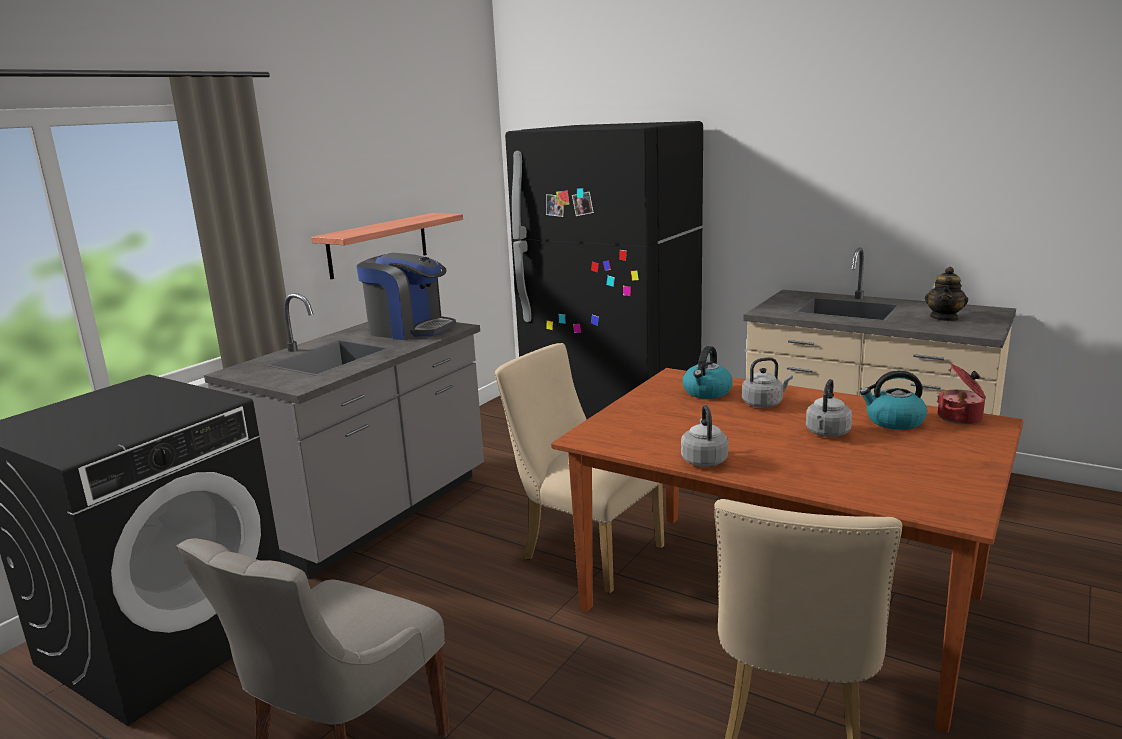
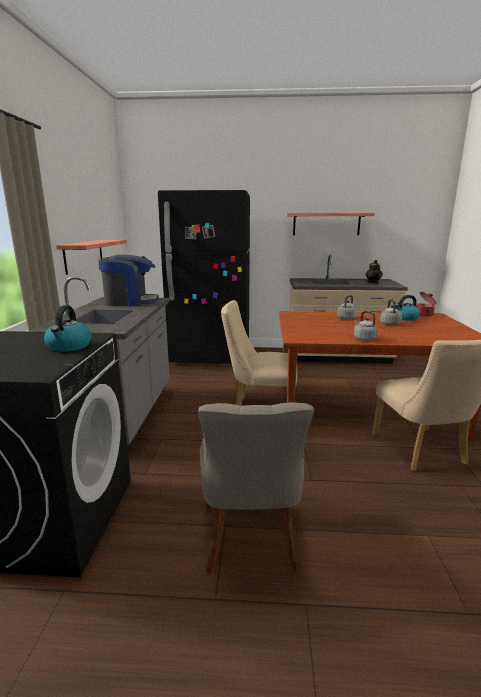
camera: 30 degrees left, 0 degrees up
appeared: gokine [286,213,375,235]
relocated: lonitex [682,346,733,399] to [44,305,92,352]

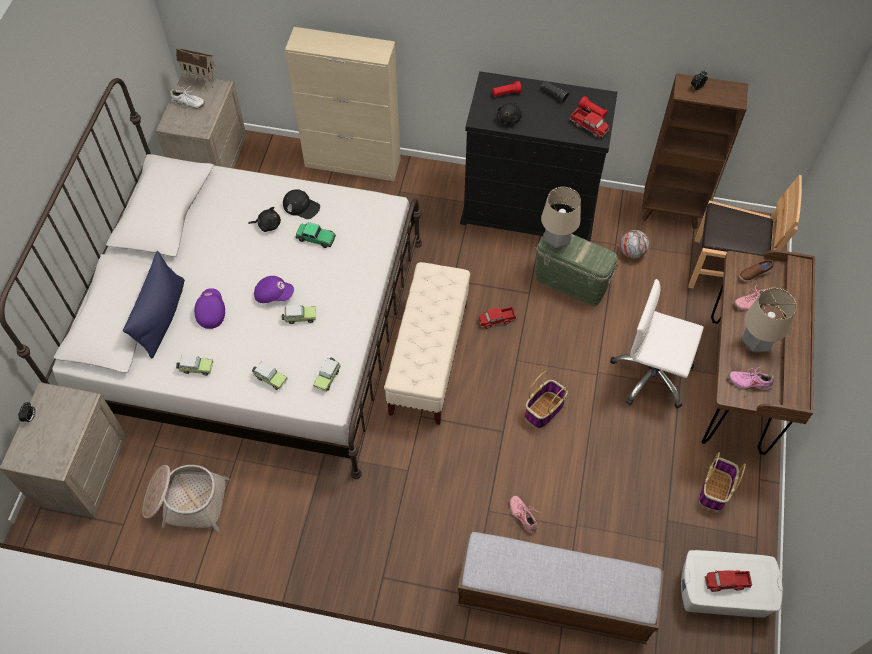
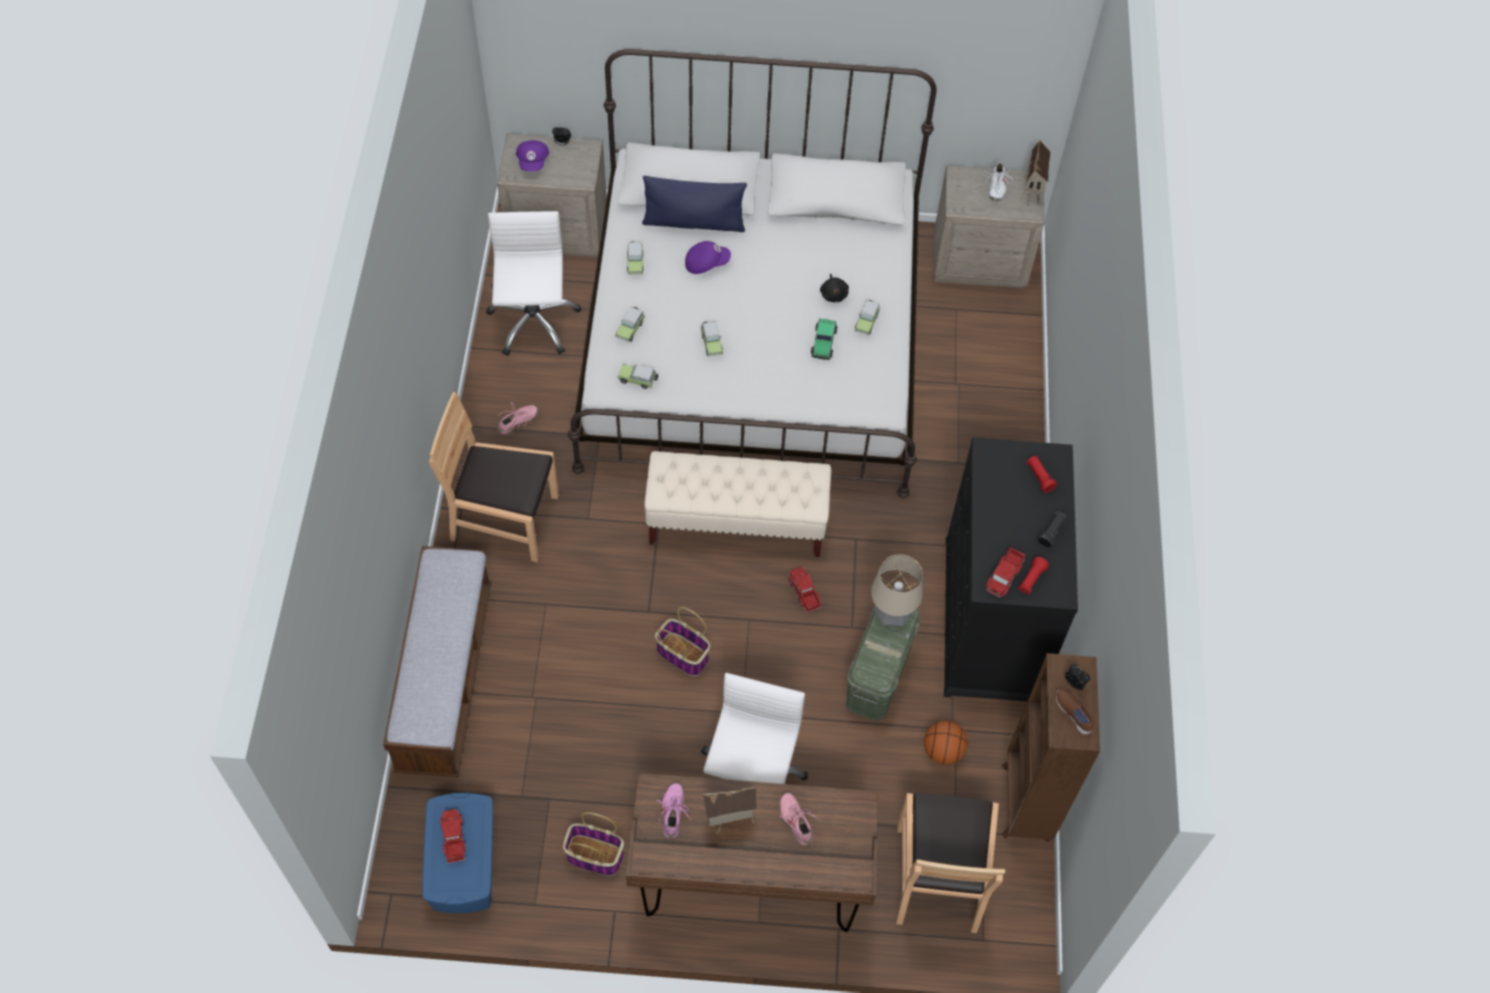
camera: 80 degrees right, 0 degrees up
missing: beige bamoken [285,27,401,181]; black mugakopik [497,102,522,125]
appeared: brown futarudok [429,392,559,562]
relocated: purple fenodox [254,276,294,303] to [516,140,549,172]; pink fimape [510,495,541,533] to [497,401,538,435]; brown fimape [739,260,774,282] to [1056,689,1093,734]
exchanged: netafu [142,465,229,532] to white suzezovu [486,211,581,356]; black fenodox [283,190,320,219] to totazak [855,300,880,335]; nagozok [620,230,649,259] to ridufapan [924,721,968,765]; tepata [741,288,797,353] to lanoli [703,787,757,834]
colour: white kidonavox [681,550,783,618] to blue kidonavox [422,793,493,913]

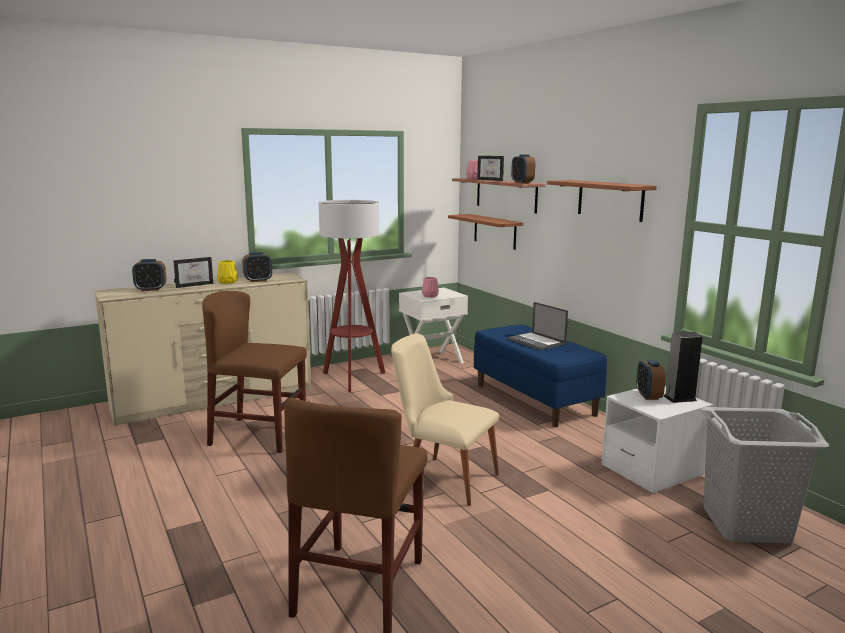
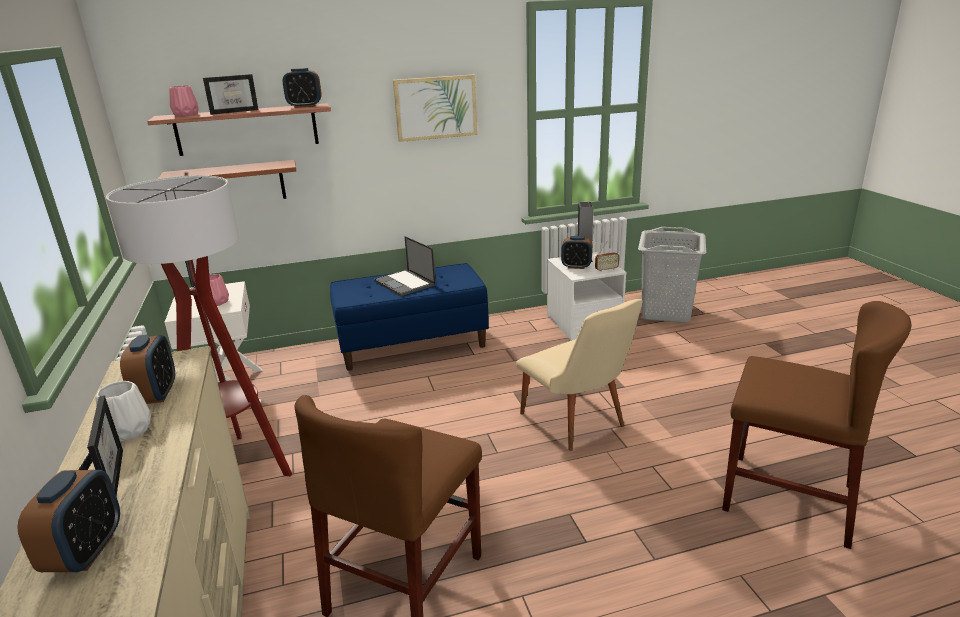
camera: 75 degrees left, 10 degrees up
appeared: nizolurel [595,242,619,272]
exchanged: gokine [547,180,657,222] to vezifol [393,75,478,142]
colour: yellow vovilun [217,260,238,284] to white vovilun [96,381,151,442]
spun: beige futarudok [391,333,499,506] = [516,299,643,451] 75 degrees counterclockwise; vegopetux [507,302,568,351] = [374,236,436,296] 75 degrees clockwise

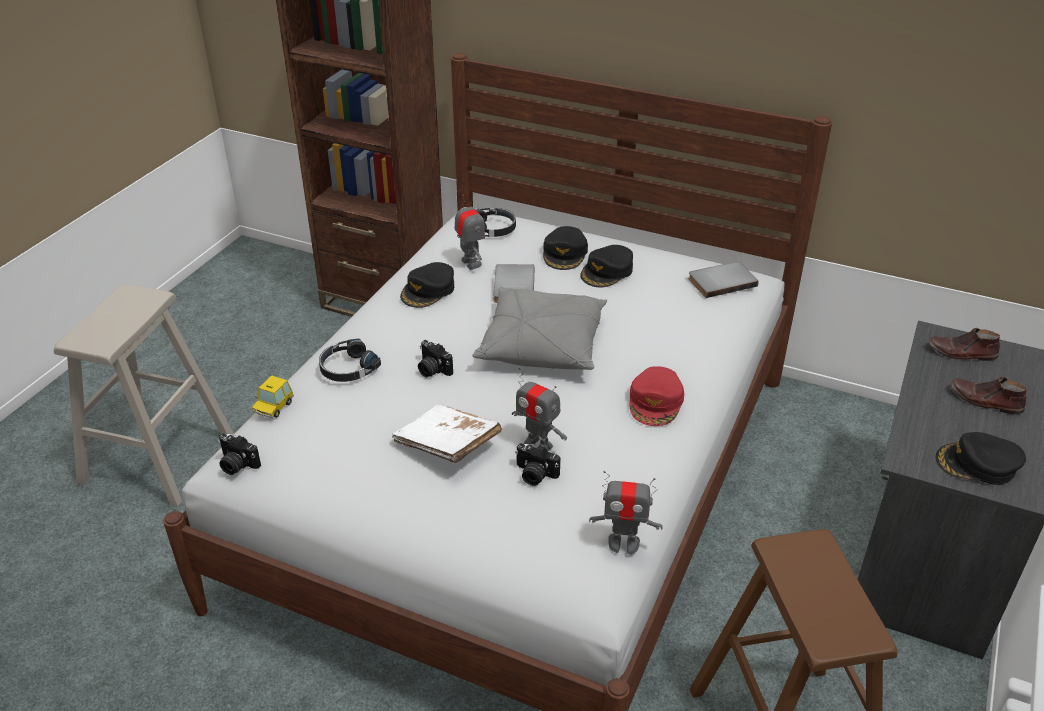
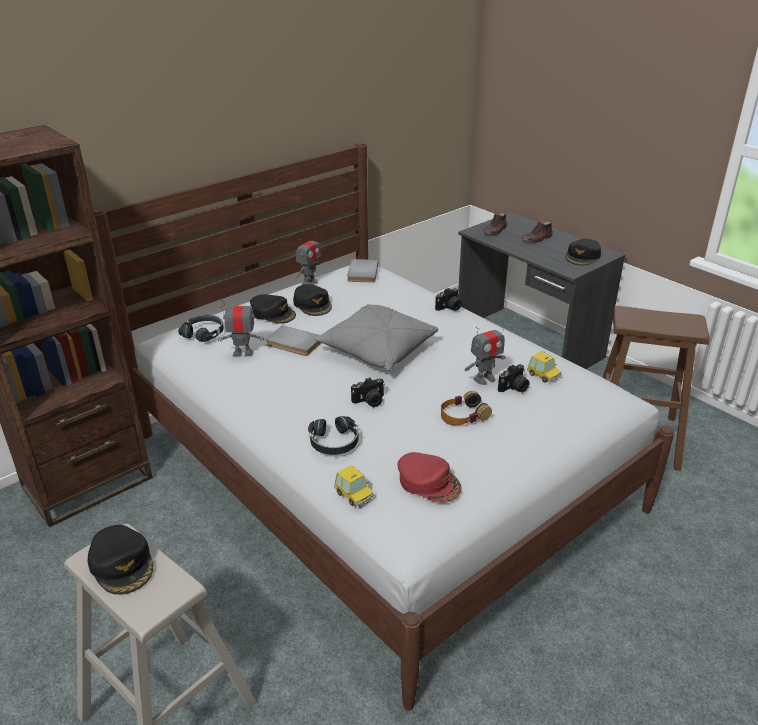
camera: 65 degrees left, 5 degrees down
appeared: totazak [527,351,561,383]
relocated: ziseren [218,433,261,475] to [435,288,462,311]; black fenodox [400,262,454,308] to [88,525,153,595]; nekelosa [589,471,662,554] to [295,231,321,285]; red fenodox [629,366,684,426] to [397,452,461,503]
exchanged: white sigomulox [392,405,502,463] to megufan [441,391,492,425]

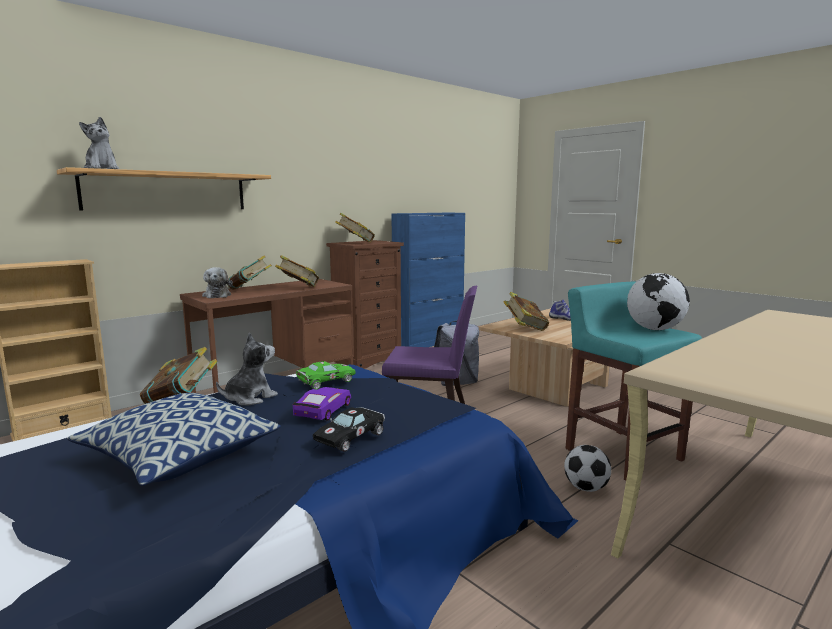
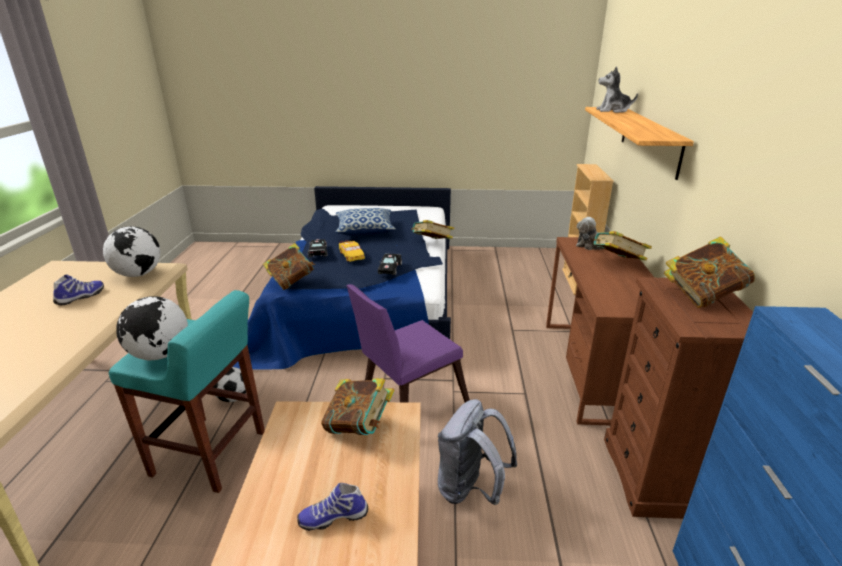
camera: 135 degrees right, 15 degrees up
missing: mugakopik [216,333,278,406]
appeared: fimape [53,275,104,305]; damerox [103,226,160,277]
relocated: sigomulox [275,255,319,287] to [263,243,315,290]
colour: purple totazak [293,387,351,421] to yellow totazak [339,240,365,262]; green totazak [296,361,356,389] to black totazak [378,253,402,275]

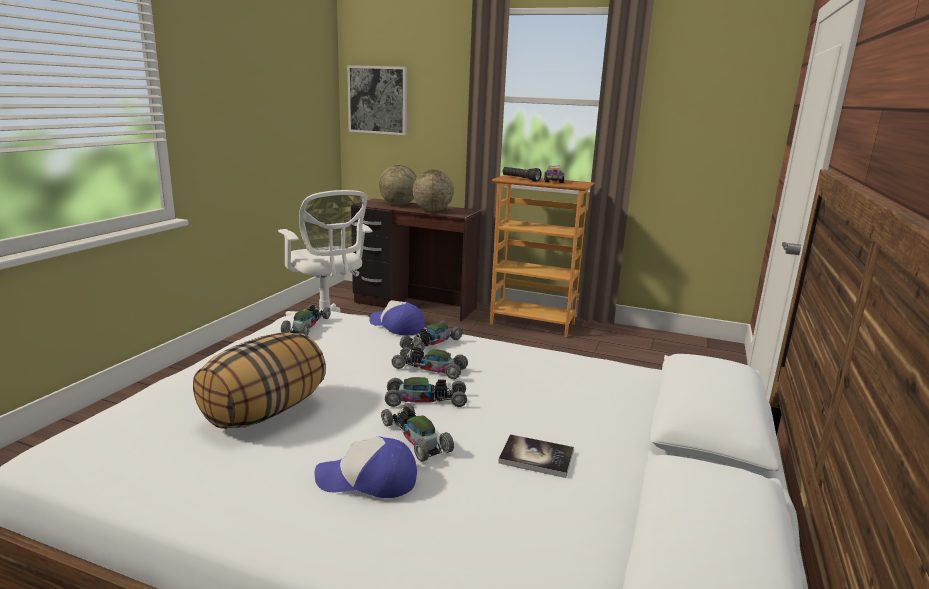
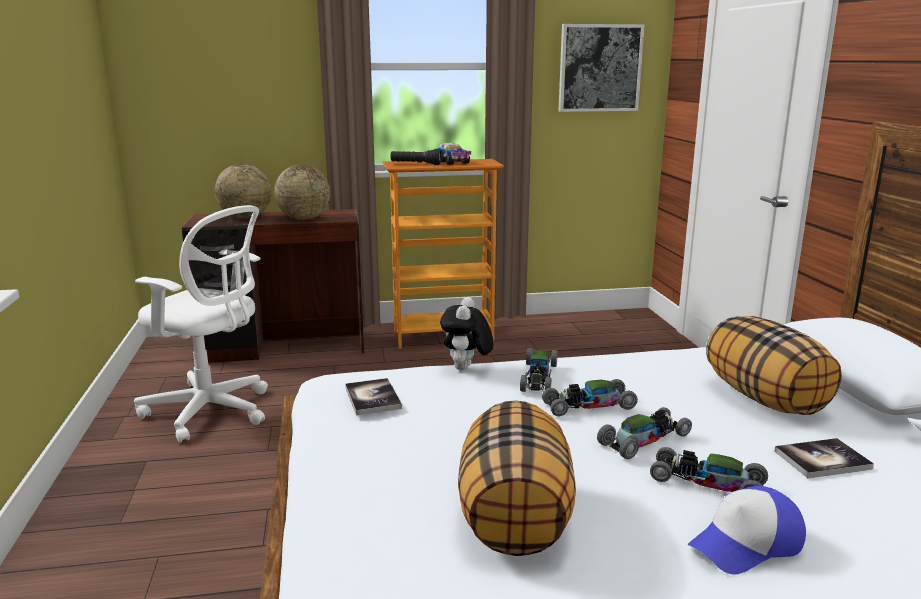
camera: 30 degrees left, 0 degrees up
appeared: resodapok [706,316,842,415]
relocated: vezifol [347,65,407,135] to [558,24,645,112]
exchanged: totazak [281,305,331,336] to sigomulox [345,378,402,415]; fenodox [369,300,424,335] to mugakopik [440,297,494,370]

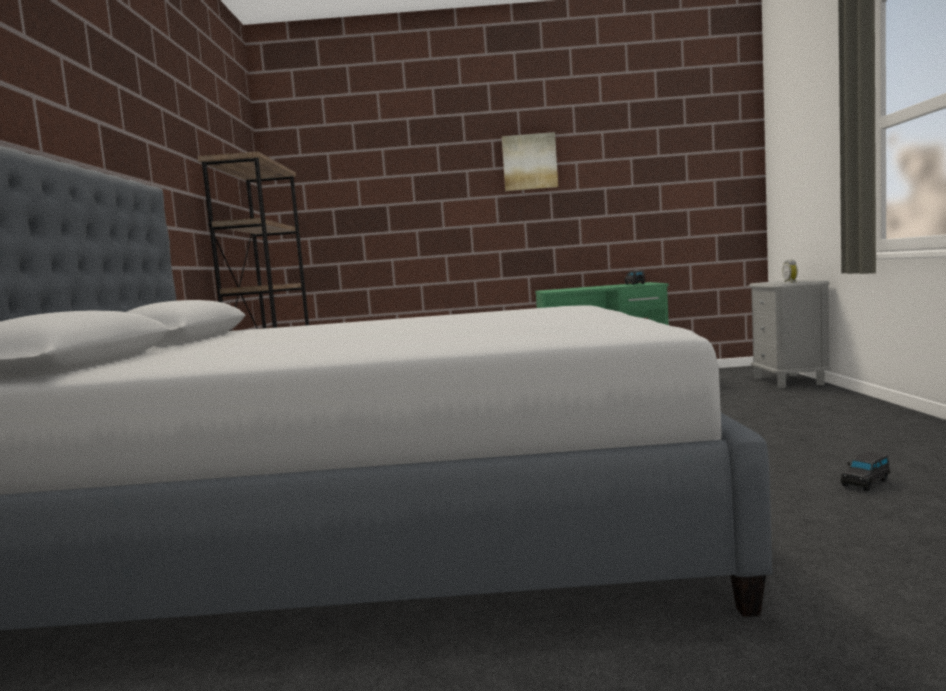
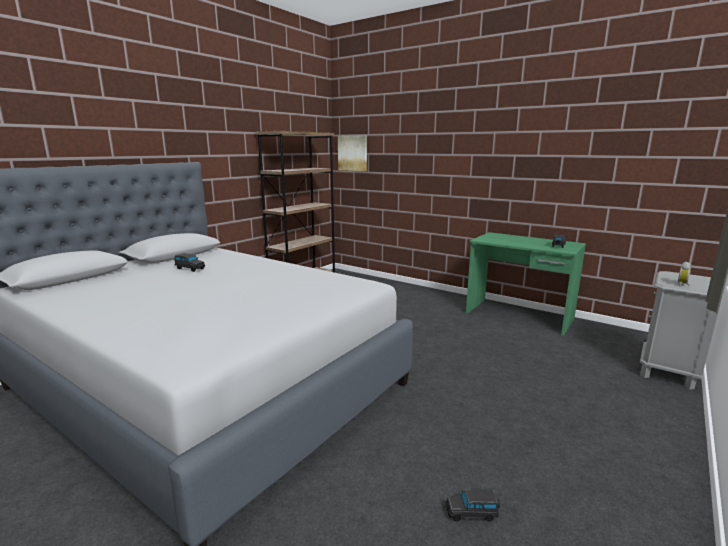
camera: 35 degrees right, 10 degrees up
appeared: black totazak [175,253,205,272]
relocated: vezifol [502,132,558,191] to [338,135,367,171]

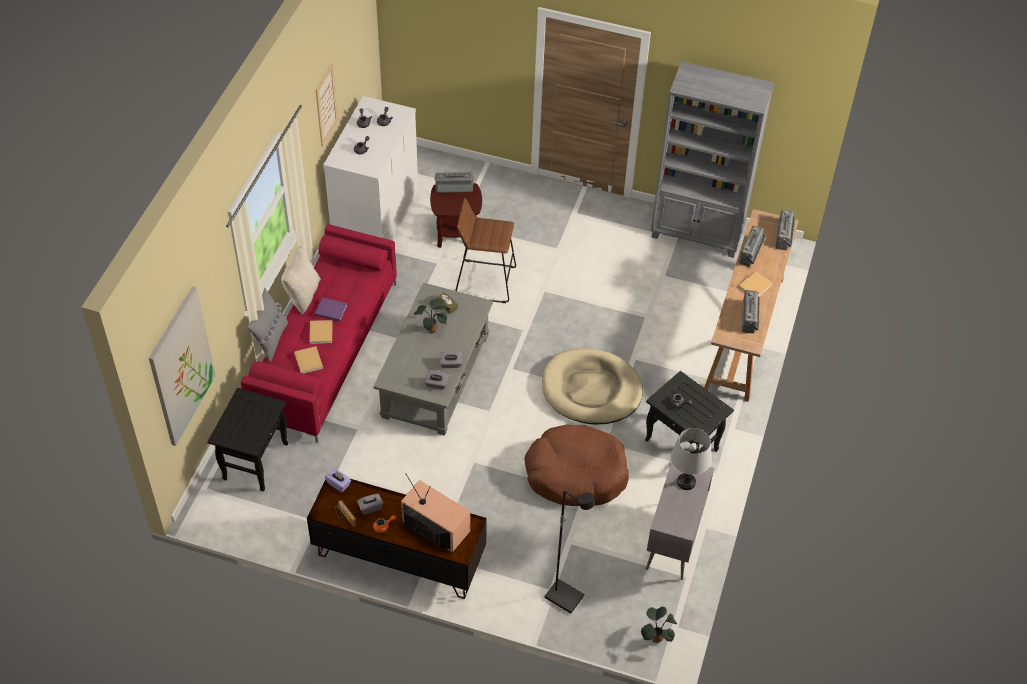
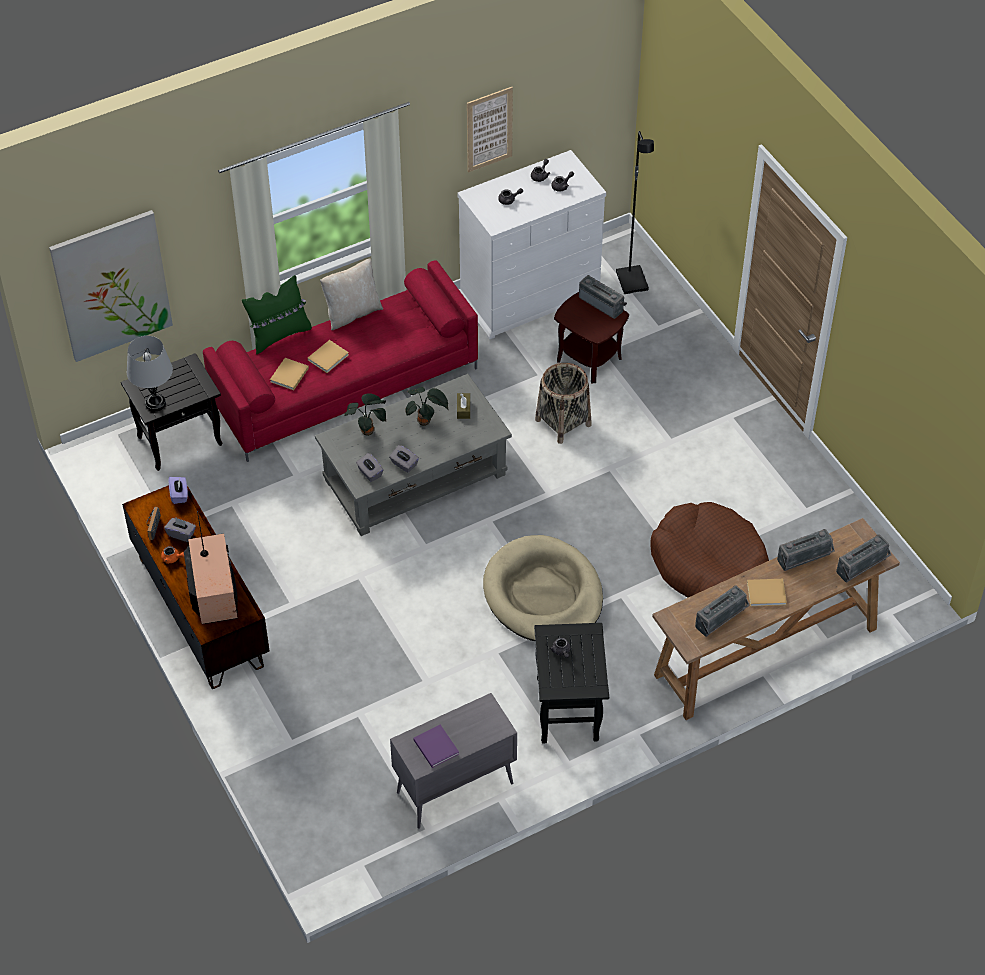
camera: 45 degrees right, 0 degrees up
missing: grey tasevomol [651,61,774,258]
relocated: purple sigomulox [315,297,348,321] to [413,725,459,768]; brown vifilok [524,424,629,506] to [650,502,769,598]; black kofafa [544,490,595,613] to [616,131,654,294]; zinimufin [641,607,677,643] to [344,393,386,436]; grey tepata [671,428,712,490] to [127,336,173,411]
exchanged: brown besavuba [455,198,516,303] to netafu [535,363,592,444]
colour: grey resodapok [247,288,288,363] to green resodapok [242,275,312,354]

